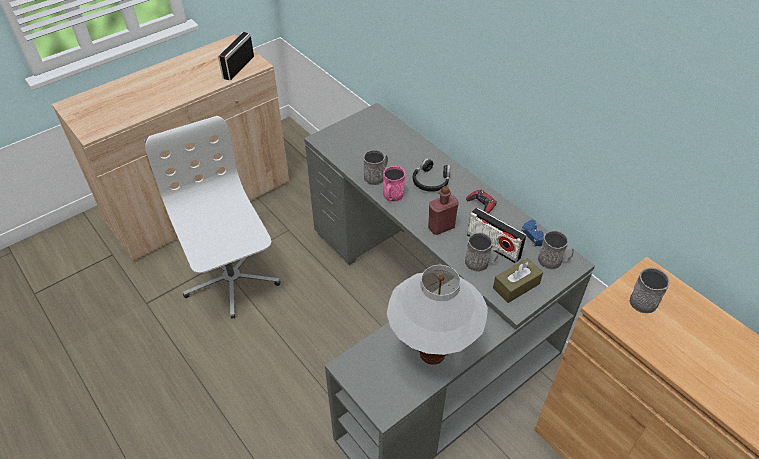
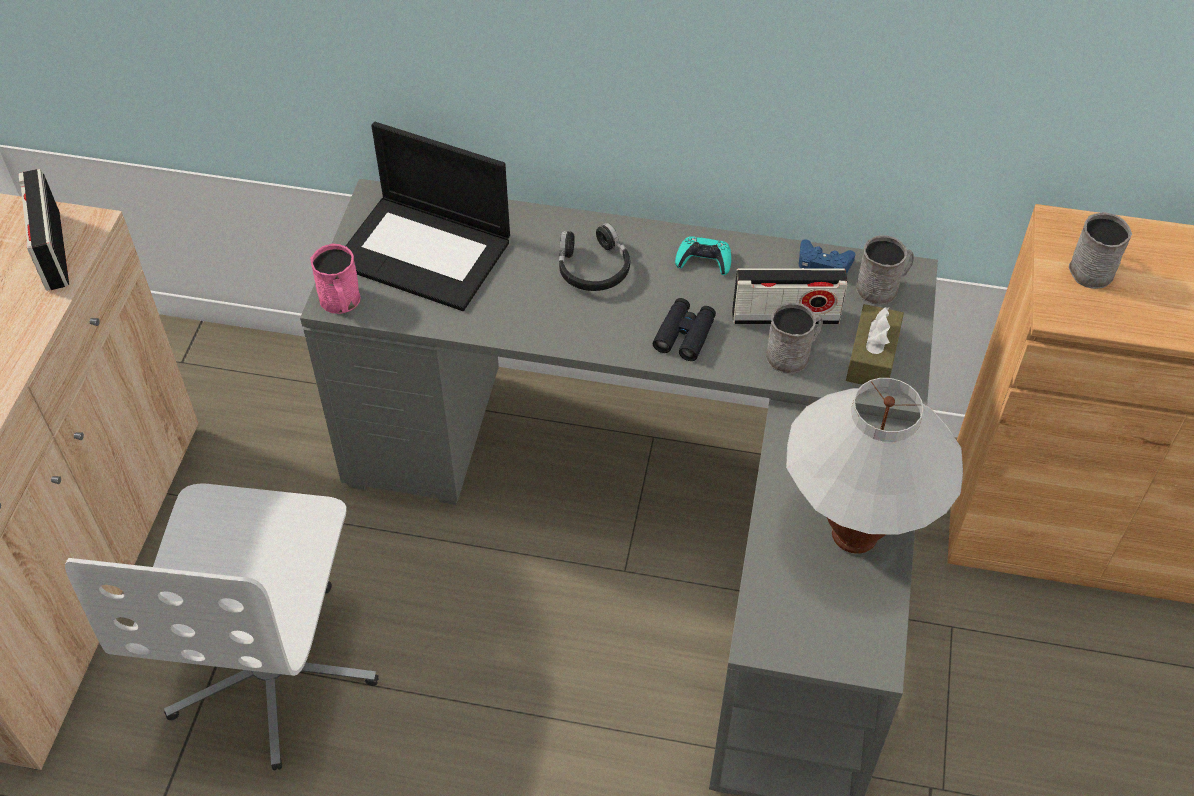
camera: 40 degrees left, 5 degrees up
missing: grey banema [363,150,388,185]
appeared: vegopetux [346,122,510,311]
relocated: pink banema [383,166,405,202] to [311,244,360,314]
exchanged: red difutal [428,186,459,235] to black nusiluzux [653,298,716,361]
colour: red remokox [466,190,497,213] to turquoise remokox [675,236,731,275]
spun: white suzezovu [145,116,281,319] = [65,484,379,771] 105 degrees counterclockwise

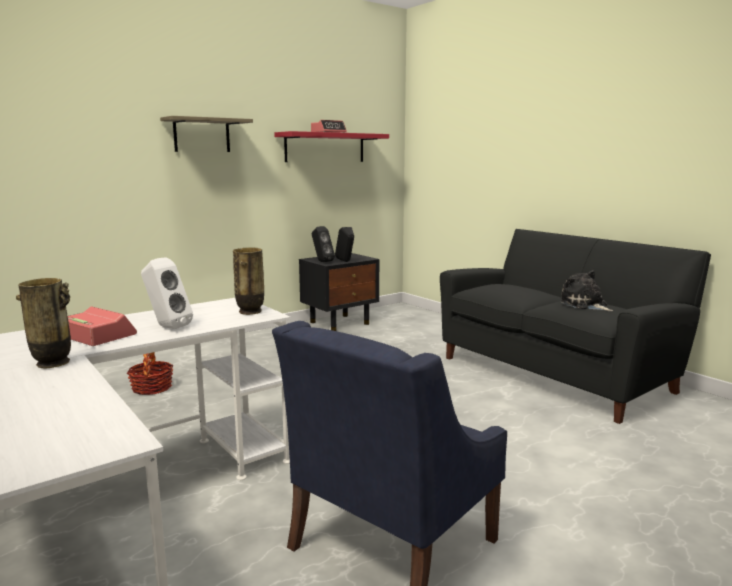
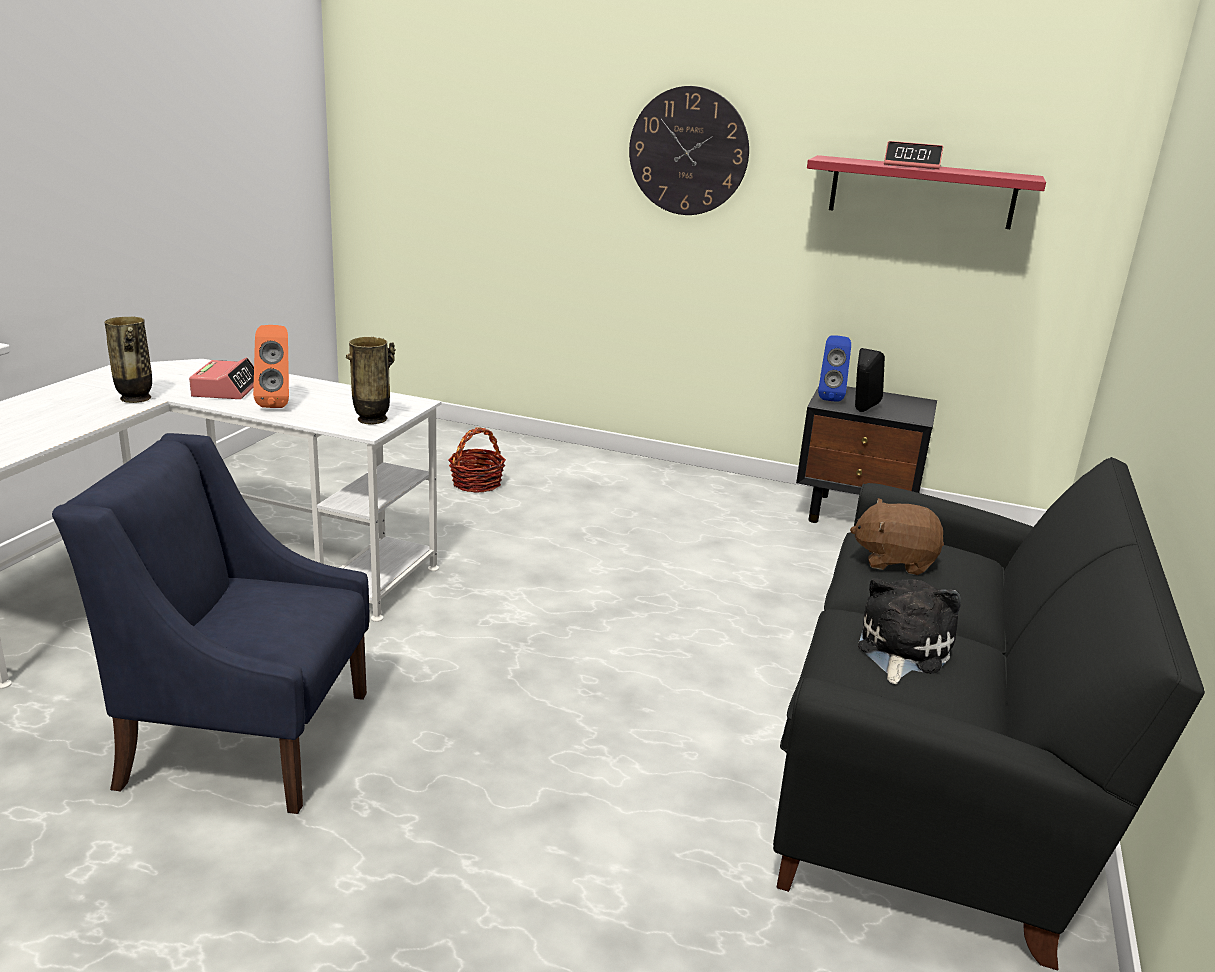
camera: 55 degrees right, 10 degrees up
appeared: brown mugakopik [850,498,944,575]
exchanged: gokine [160,116,253,152] to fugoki [629,86,749,215]
colour: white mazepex [141,257,193,329] to orange mazepex [253,325,289,408]; black mazepex [312,226,335,262] to blue mazepex [818,336,851,402]

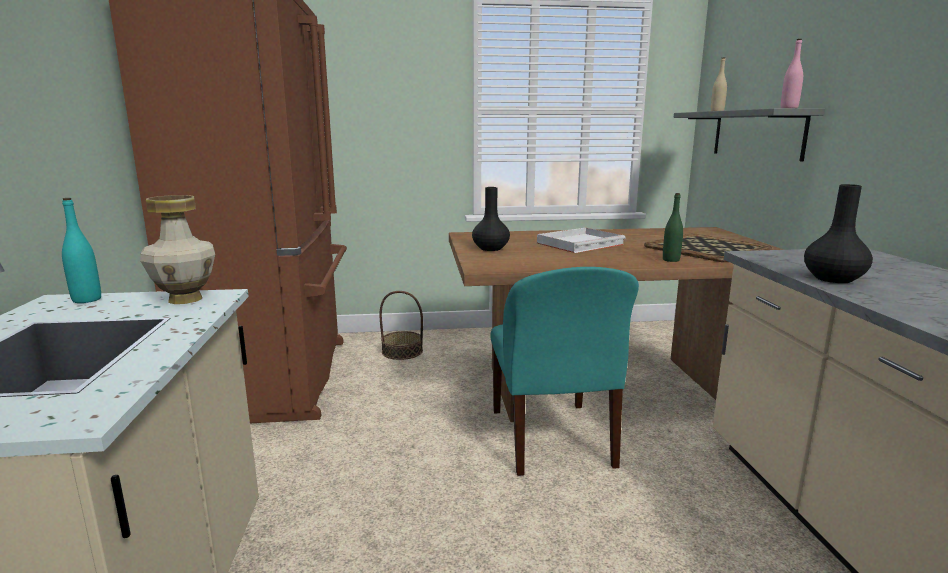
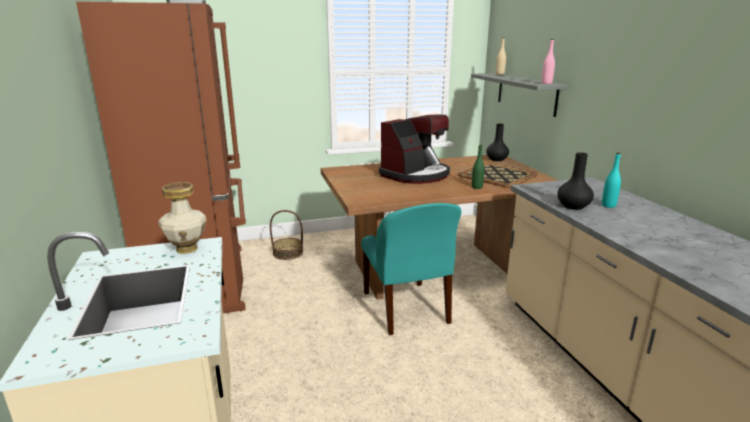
camera: 10 degrees left, 5 degrees up
relocated: turquoise difutal [62,198,101,303] to [602,153,621,208]; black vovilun [472,187,510,251] to [486,124,509,161]
exchanged: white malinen [537,228,625,253] to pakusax [379,115,450,184]

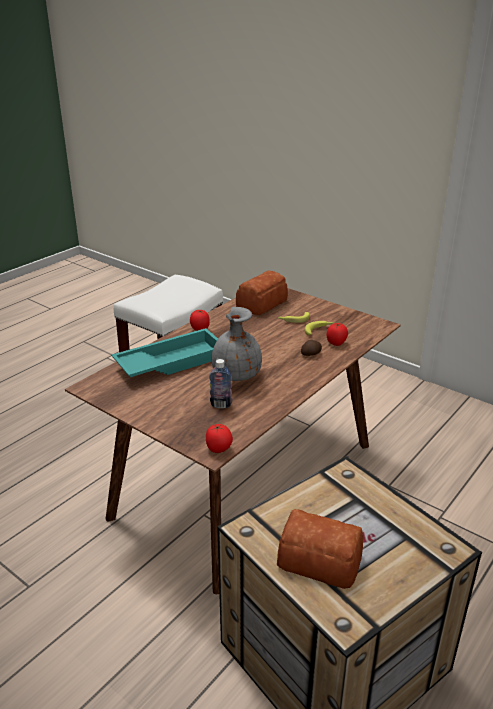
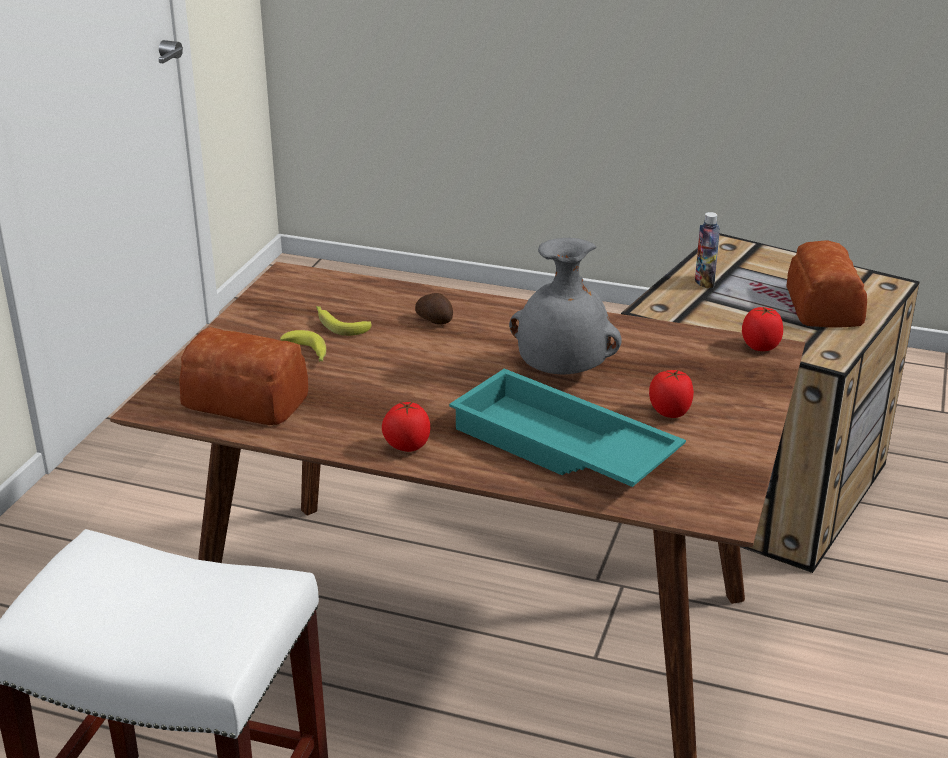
camera: 110 degrees left, 0 degrees up
relocated: difutal [209,359,232,409] to [695,212,720,288]; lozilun [327,323,348,346] to [649,370,694,418]

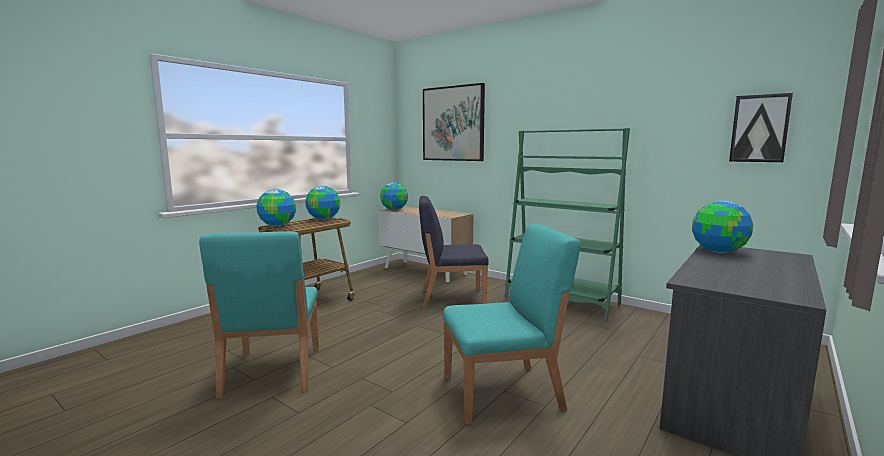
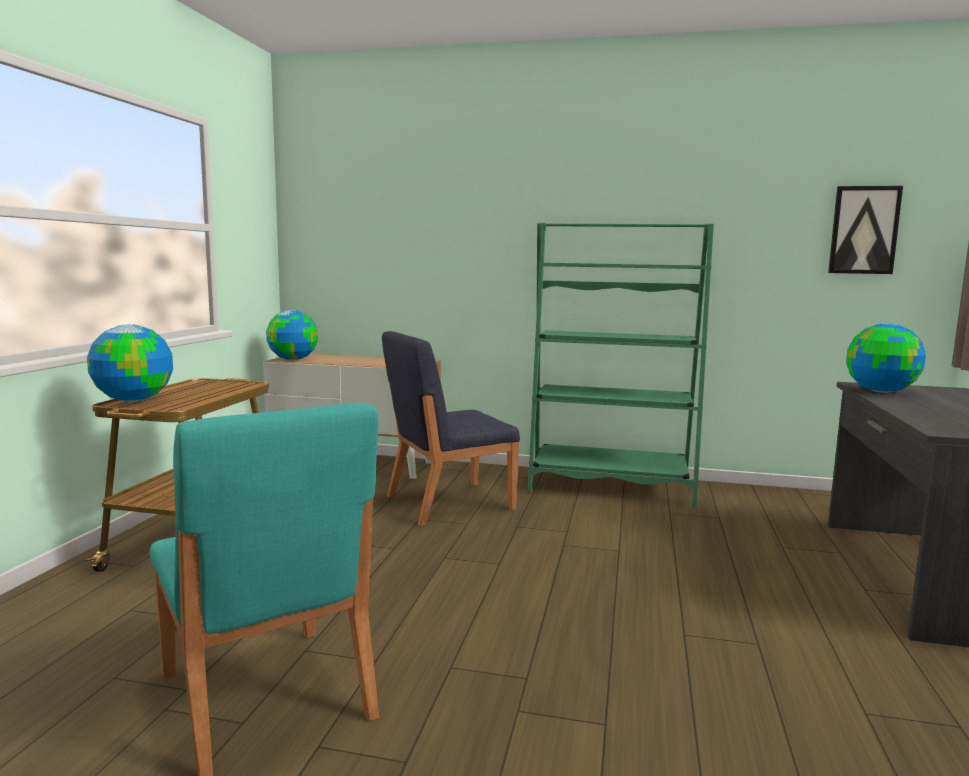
camera: 25 degrees left, 0 degrees up
missing: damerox [305,186,340,220]; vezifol [423,83,485,161]; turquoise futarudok [443,224,580,425]

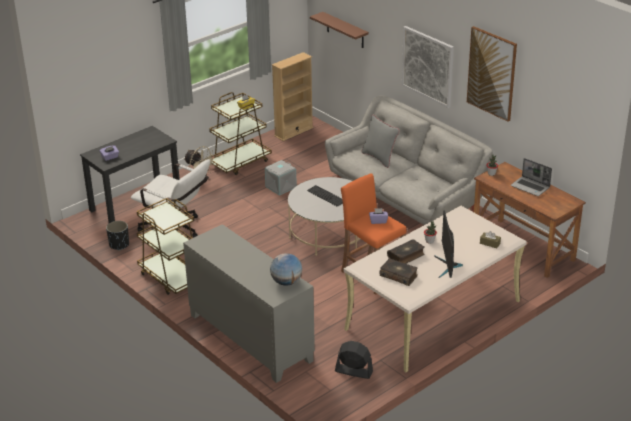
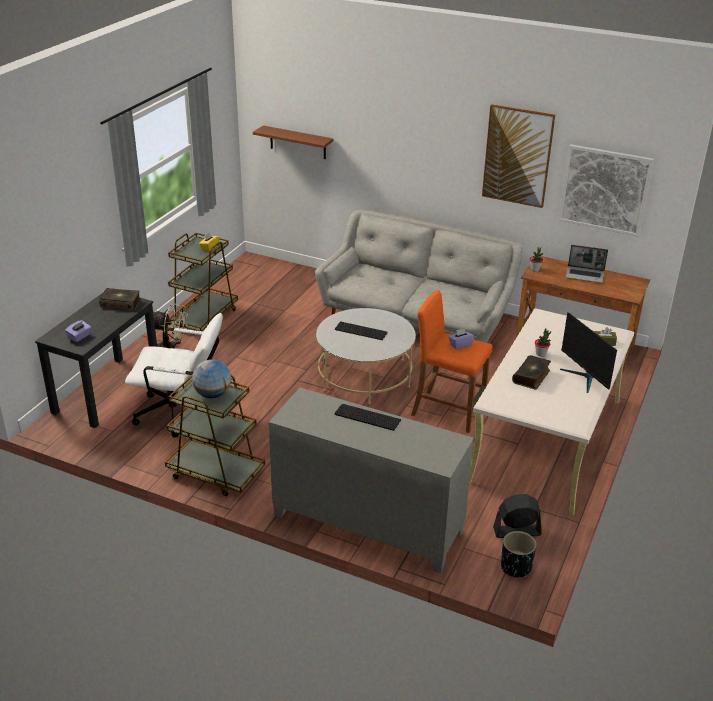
camera: 25 degrees left, 0 degrees up
missing: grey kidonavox [265,160,297,196]; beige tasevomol [272,52,314,141]; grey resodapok [361,115,400,168]
appeared: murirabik [334,404,401,431]
relocated: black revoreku [106,221,129,251] to [501,531,536,577]; damerox [270,253,302,286] to [192,359,232,398]; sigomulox [379,258,418,286] to [99,288,141,310]; vezifol [402,26,454,108] to [559,144,654,237]

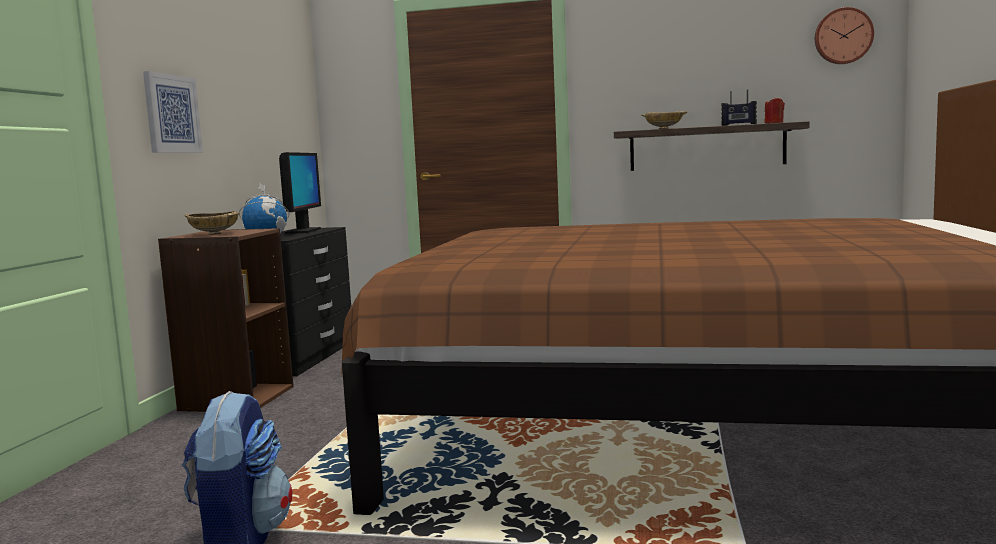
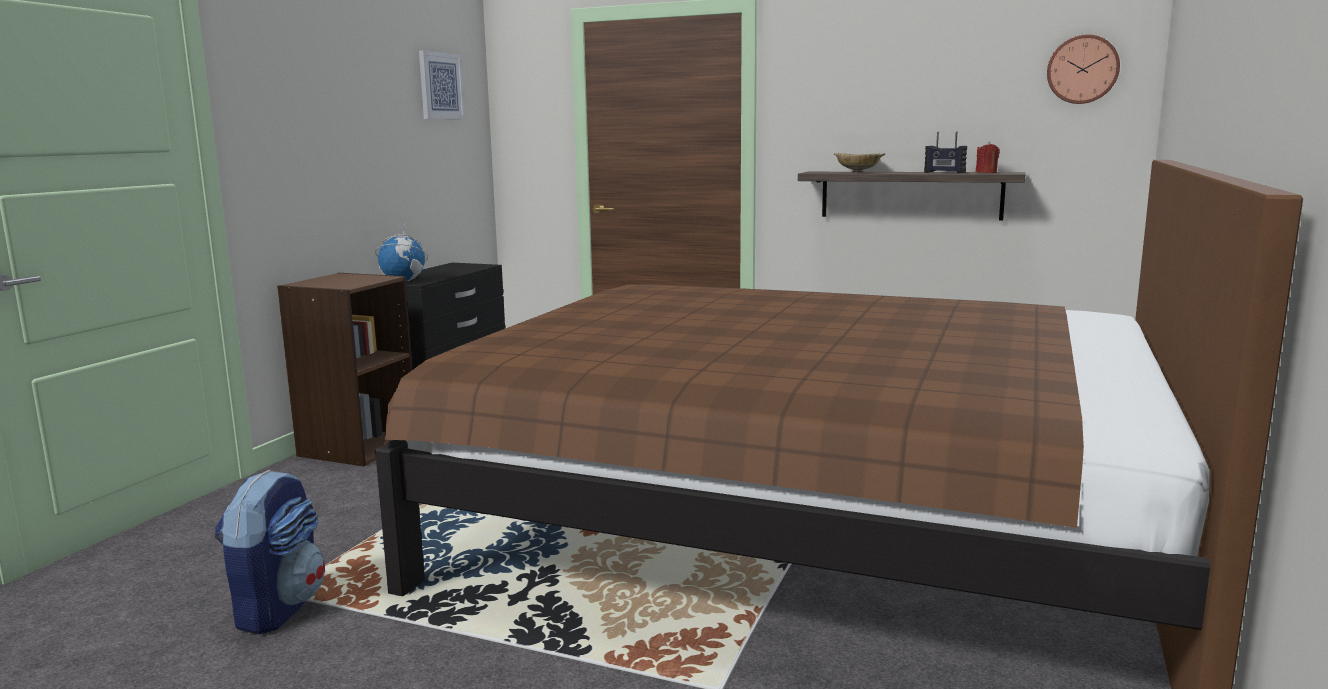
camera: 10 degrees right, 5 degrees up
missing: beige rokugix [185,211,240,235]; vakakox [279,152,321,234]
relocated: vezifol [143,71,203,153] to [419,50,465,119]

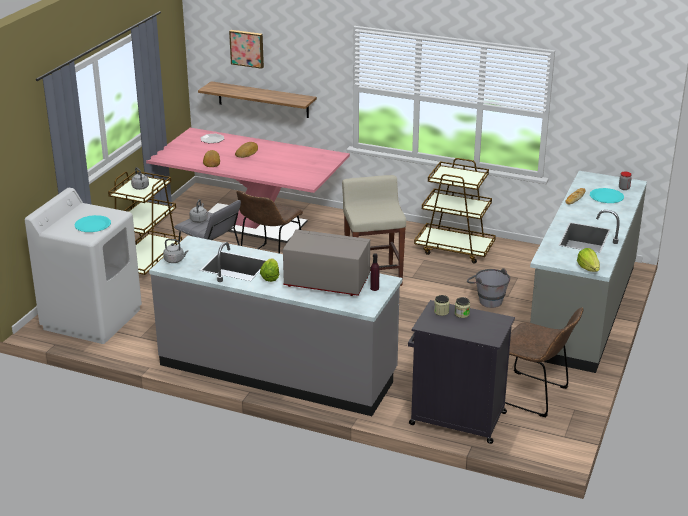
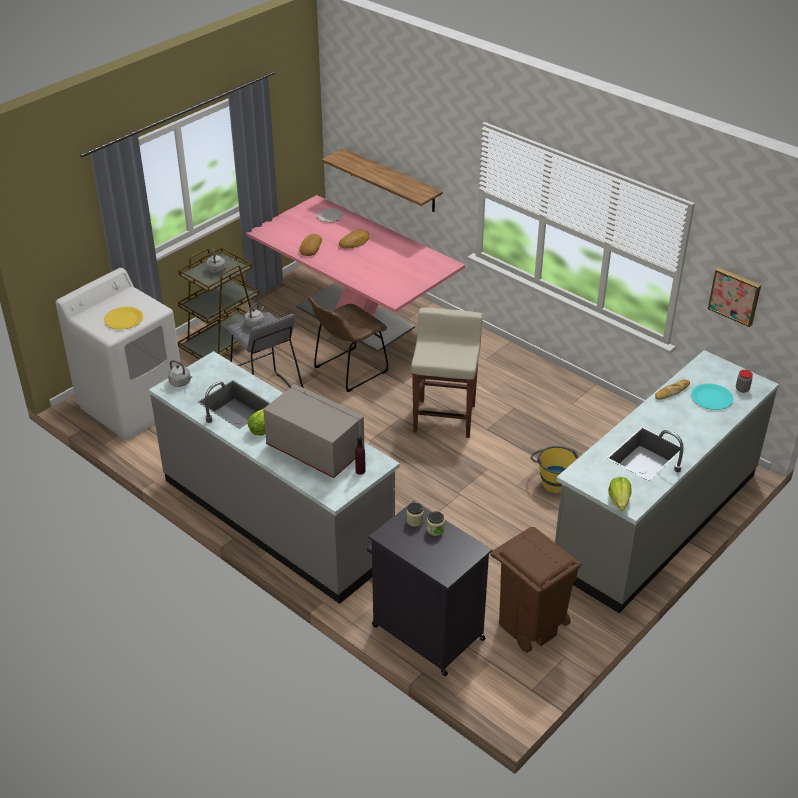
camera: 20 degrees right, 10 degrees up
missing: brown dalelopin [414,158,496,264]
relocated: vezifol [229,30,264,69] to [708,267,761,327]
exchanged: brown futarudok [505,308,583,417] to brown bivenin [490,527,582,653]
colour: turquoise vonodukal [75,215,111,232] to yellow vonodukal [104,307,143,329]; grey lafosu [467,268,510,308] to yellow lafosu [531,446,578,493]

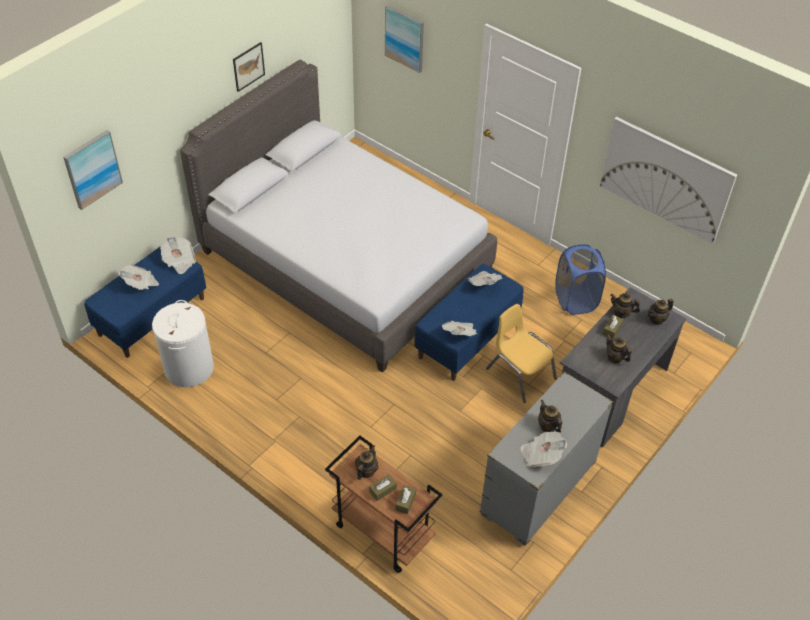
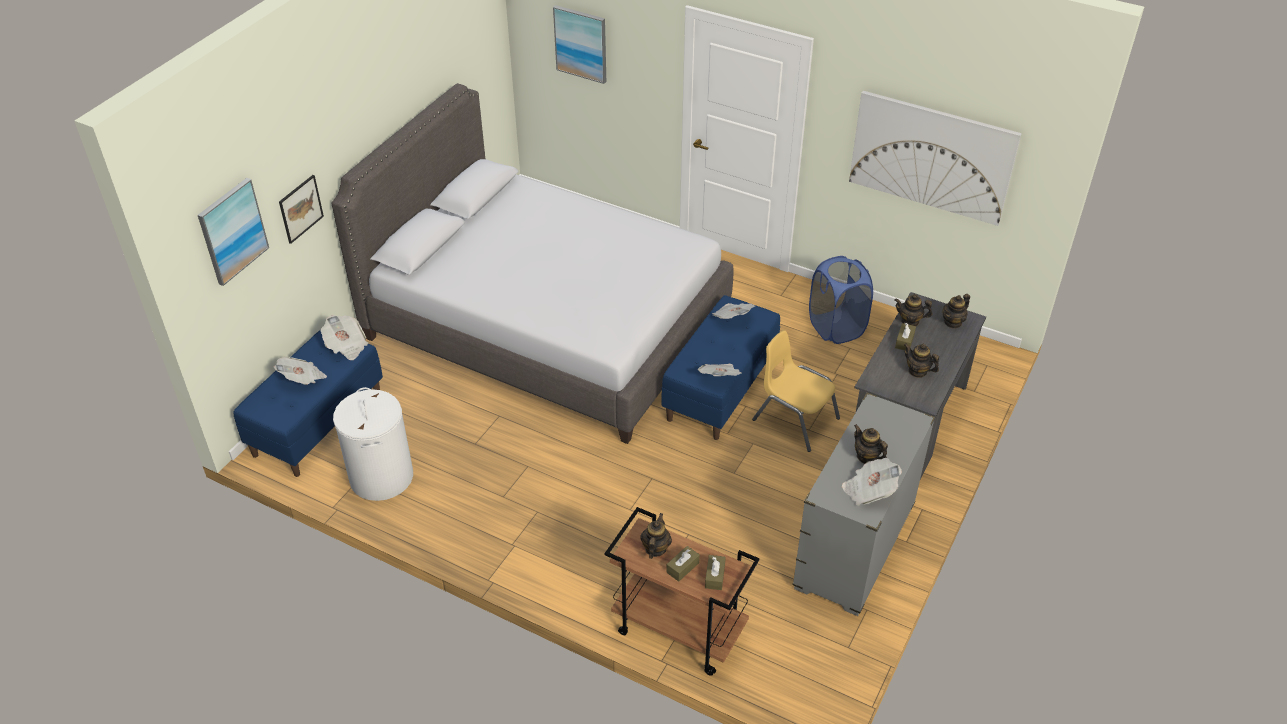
camera: 10 degrees left, 5 degrees down
relocated: vezifol [233,42,265,92] to [279,175,324,244]

